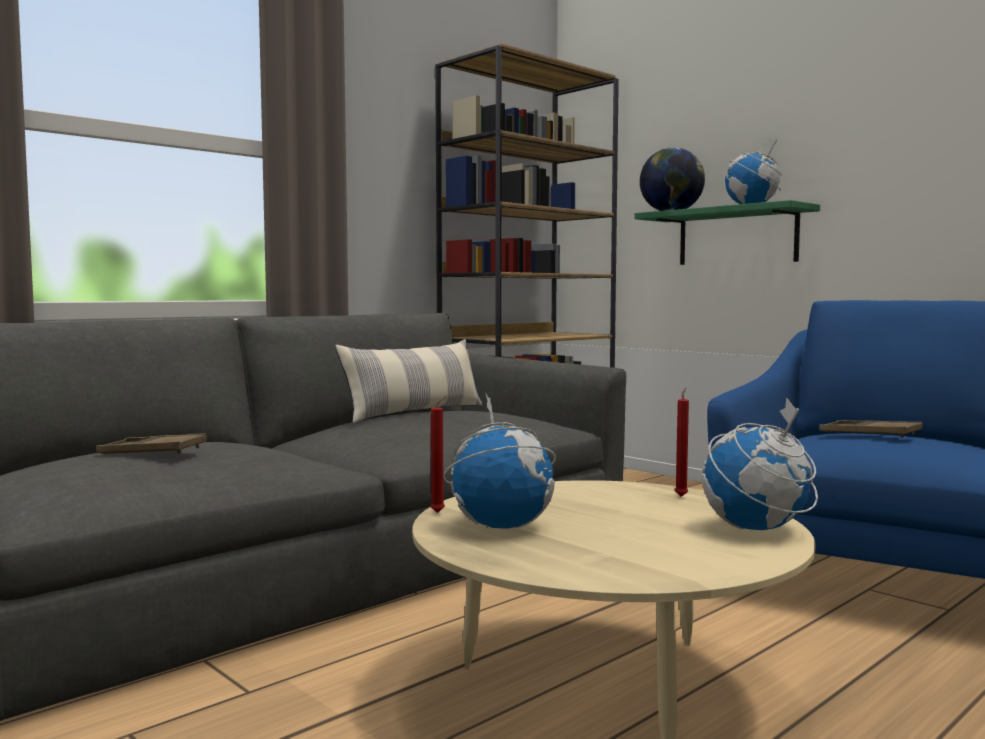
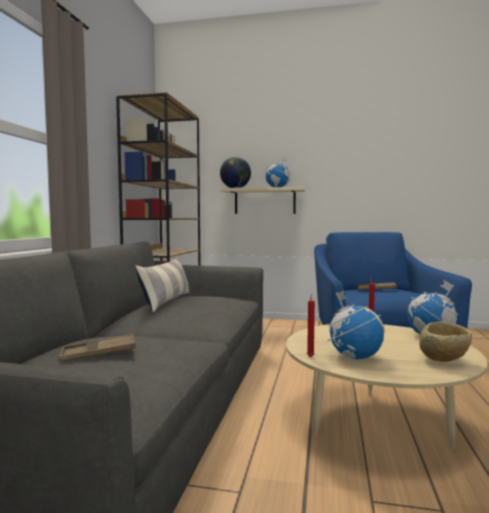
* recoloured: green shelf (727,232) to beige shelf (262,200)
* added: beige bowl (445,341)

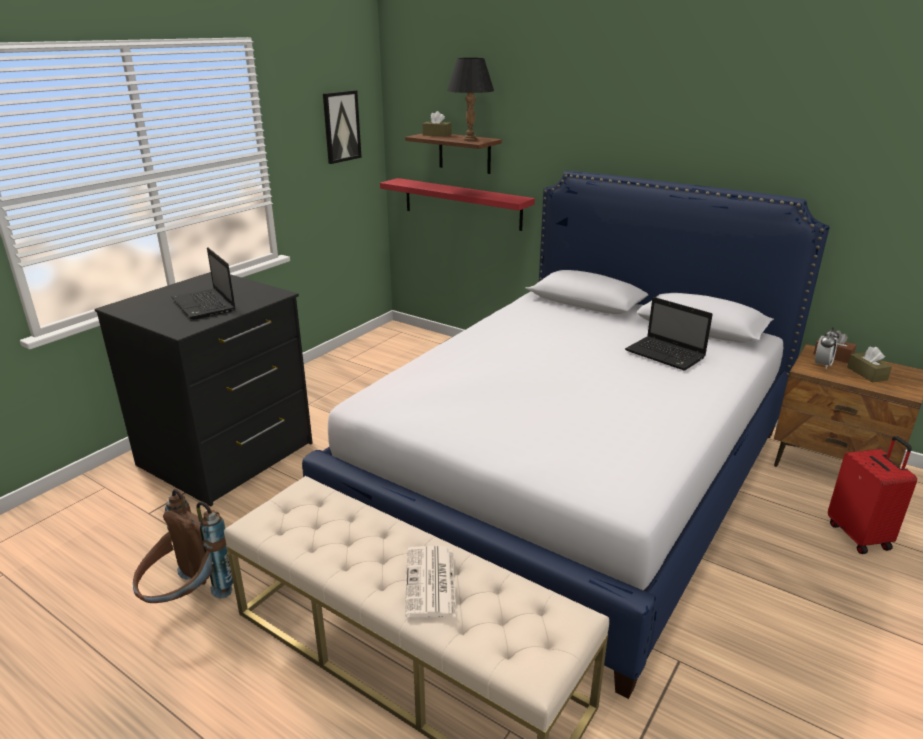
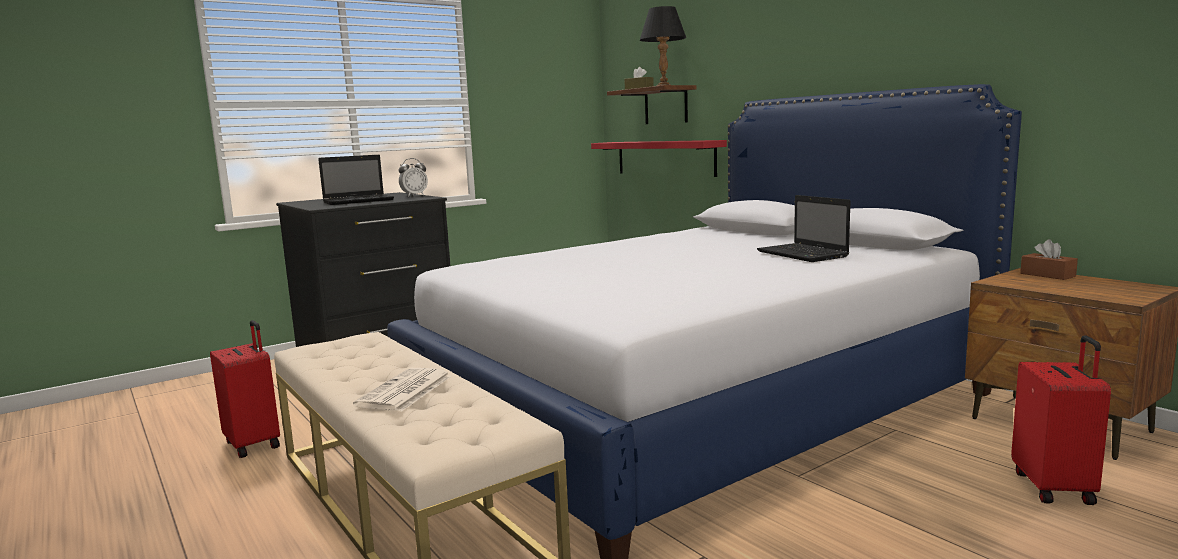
* replaced: brown backpack (183,546) to red suitcase (245,389)
* turned: laptop (203,283) = (356,180) 105 degrees counterclockwise
* removed: picture (342,127)
* moved: alarm clock (827,348) to (413,177)
* removed: brown tissue box (869,364)

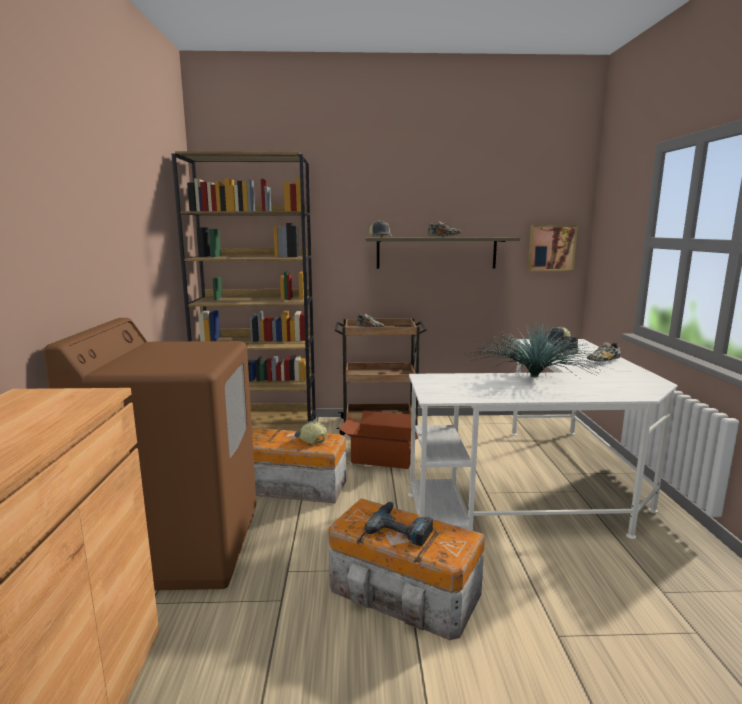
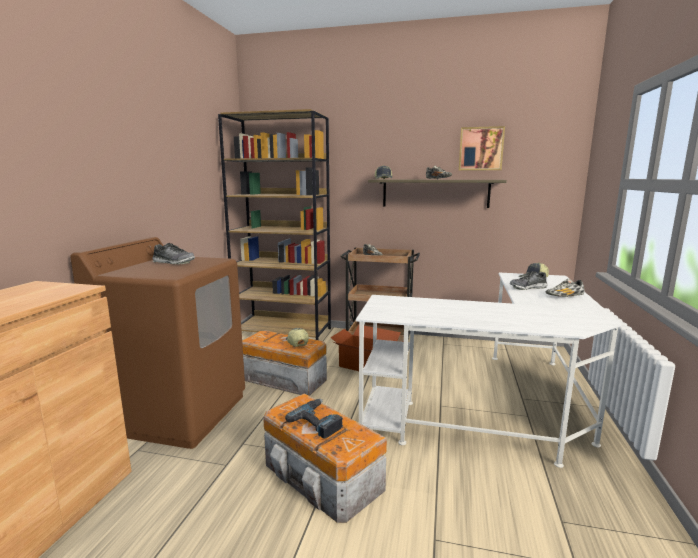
* removed: potted plant (539,349)
* moved: picture (553,248) to (482,148)
* added: shoe (173,253)

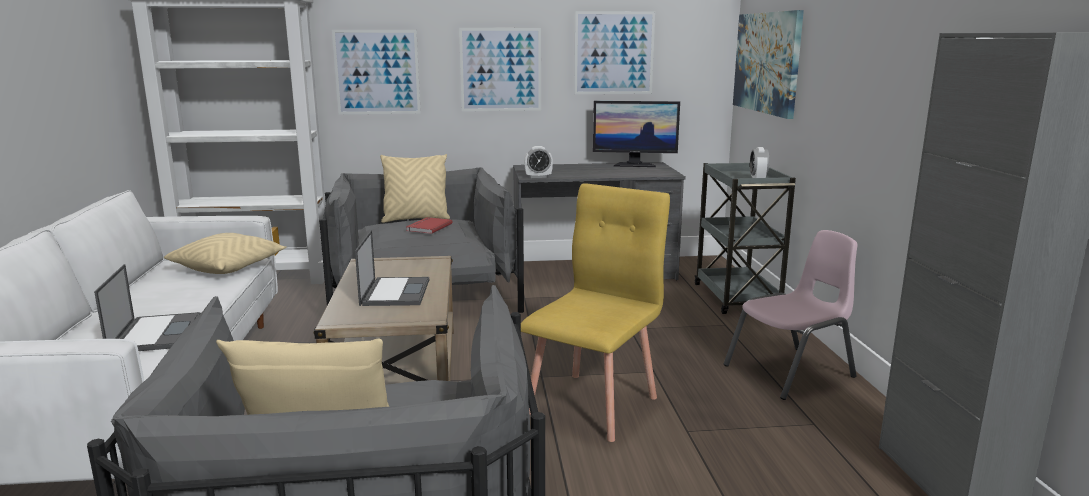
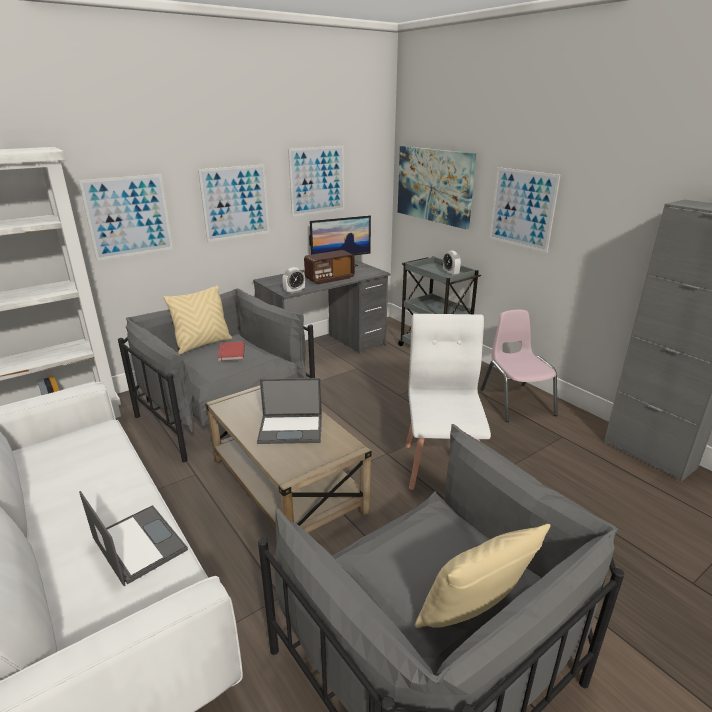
* removed: beige pillow (225,253)
* turned: laptop (392,268) = (289,411) 120 degrees clockwise
* recoloured: yellow chair (595,312) to white chair (448,402)
* turned: pink chair (790,315) = (519,366) 45 degrees counterclockwise
* added: radio (329,267)
* added: picture (525,210)

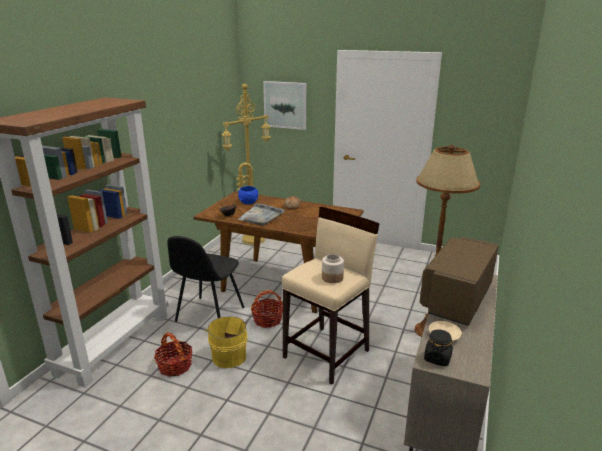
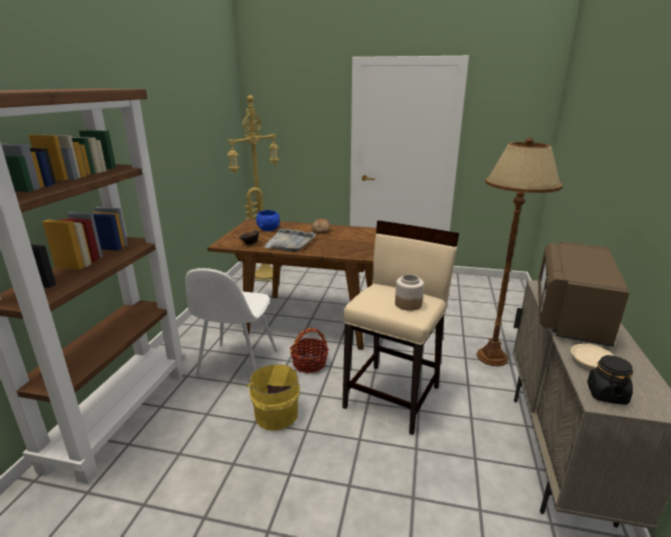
* removed: basket (173,354)
* recoloured: black chair (206,279) to white chair (231,323)
* removed: picture (284,105)

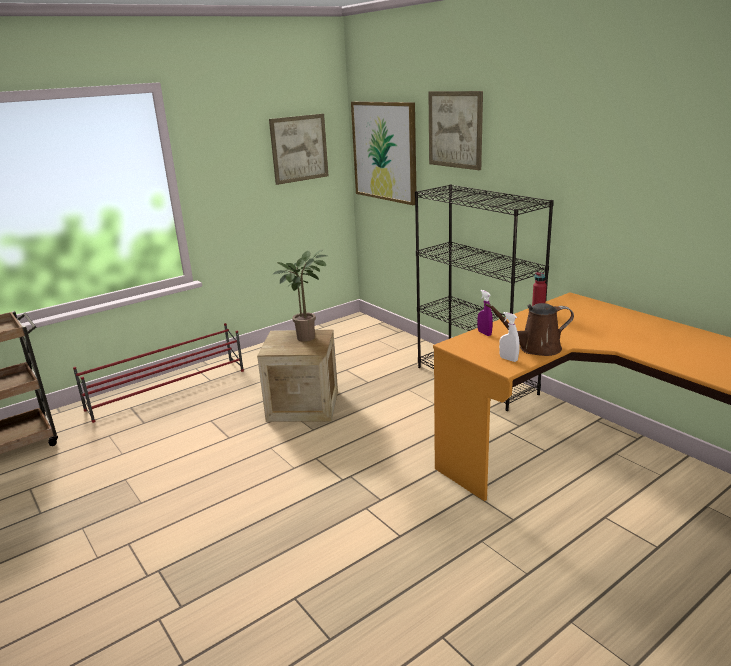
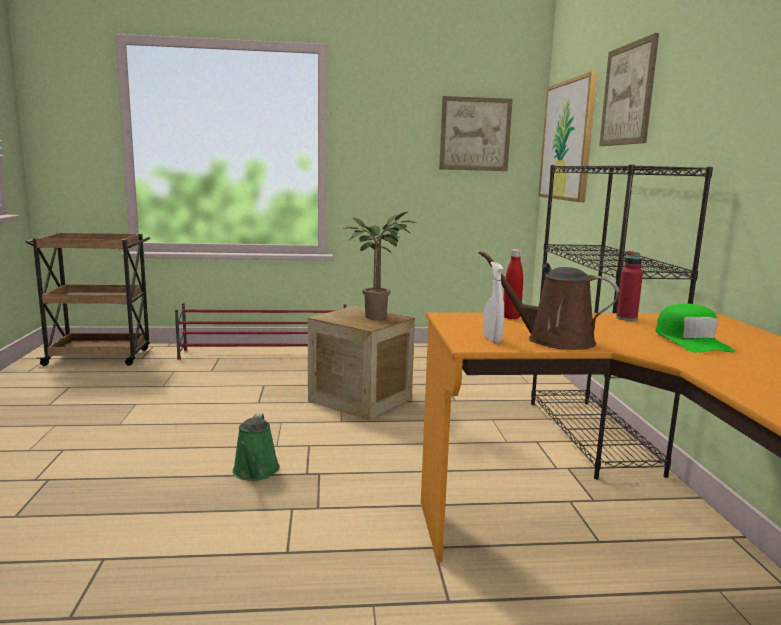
* replaced: purple spray bottle (485,313) to red bottle (513,284)
* added: green watering can (256,447)
* added: green cap (695,328)

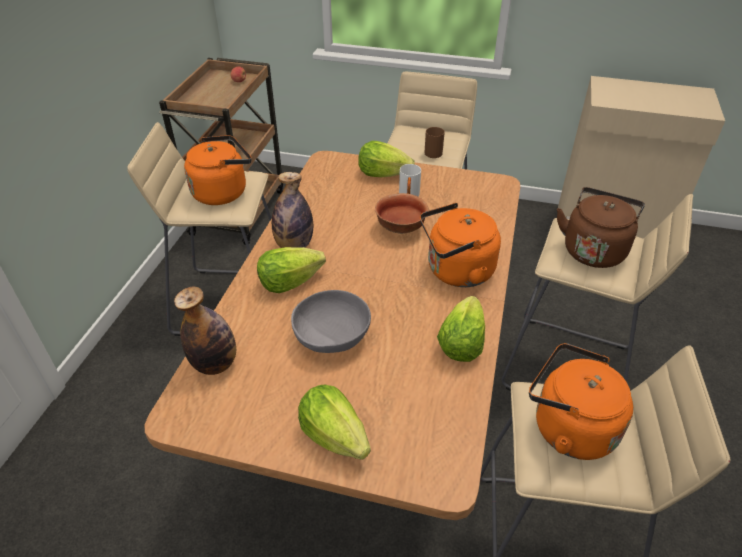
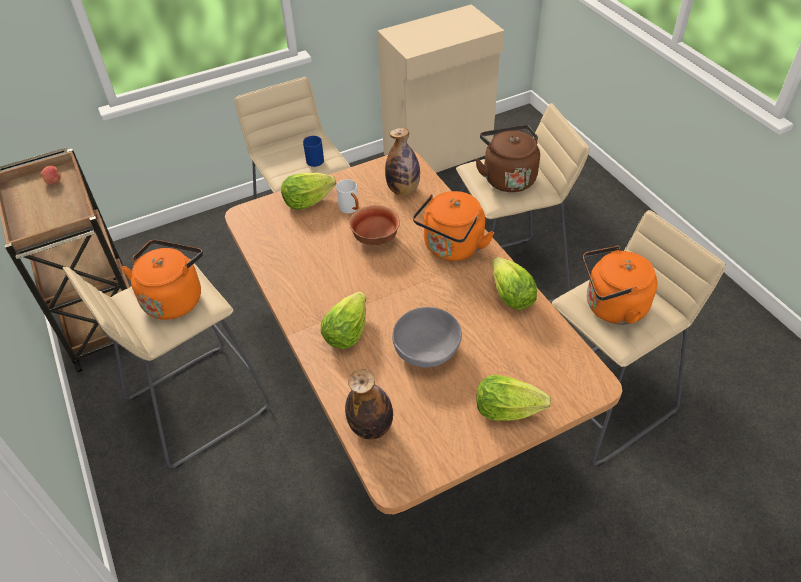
* moved: bottle (292,210) to (402,162)
* recoloured: brown mug (435,142) to blue mug (313,151)

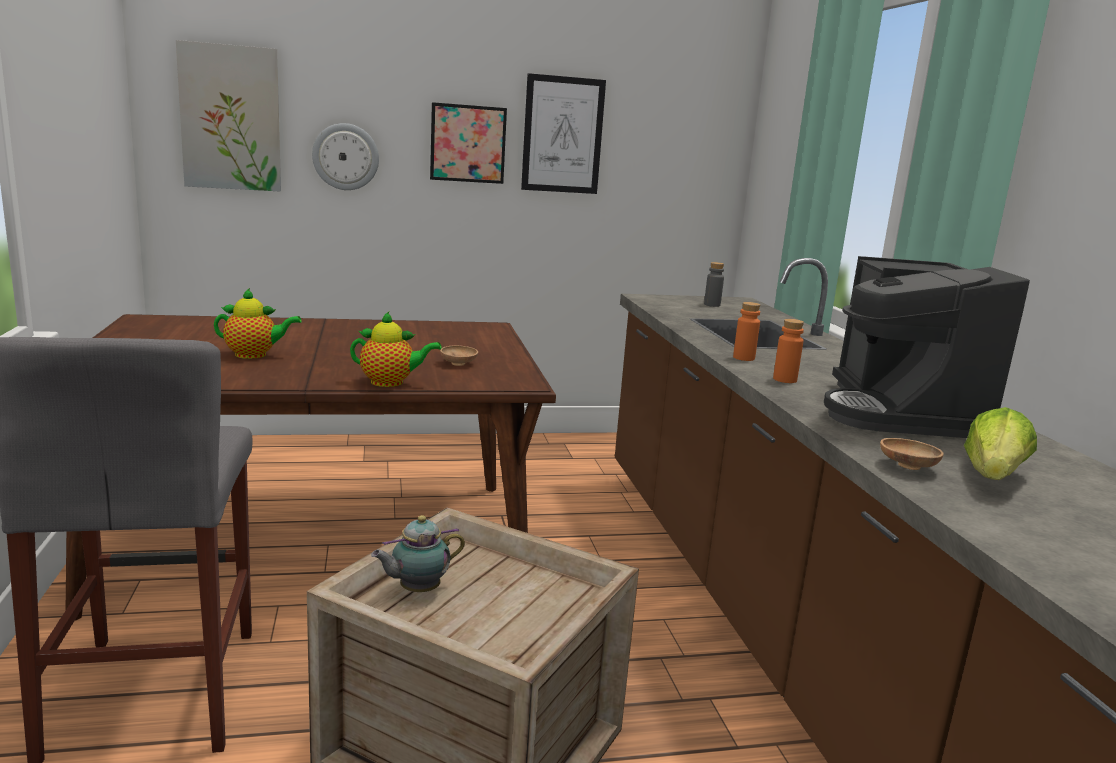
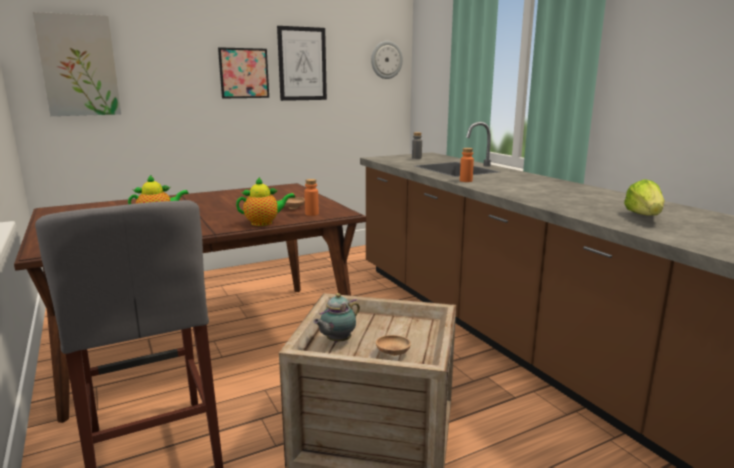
* moved: wall clock (345,156) to (387,60)
* moved: orange bottle (788,351) to (311,197)
* removed: coffee machine (927,347)
* moved: brown bowl (912,454) to (393,345)

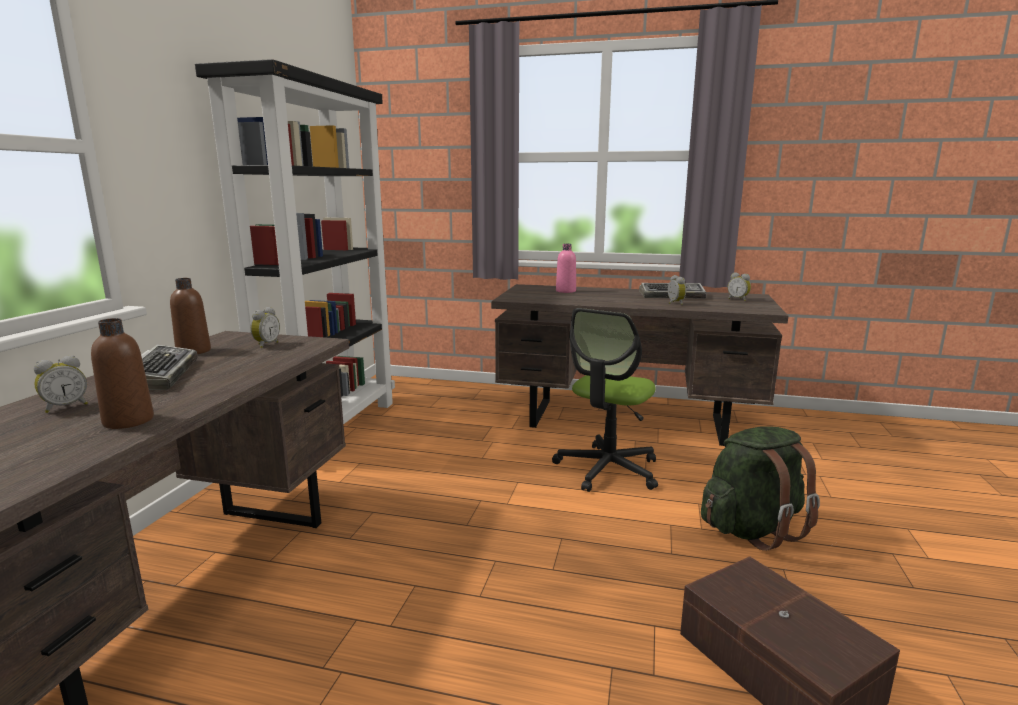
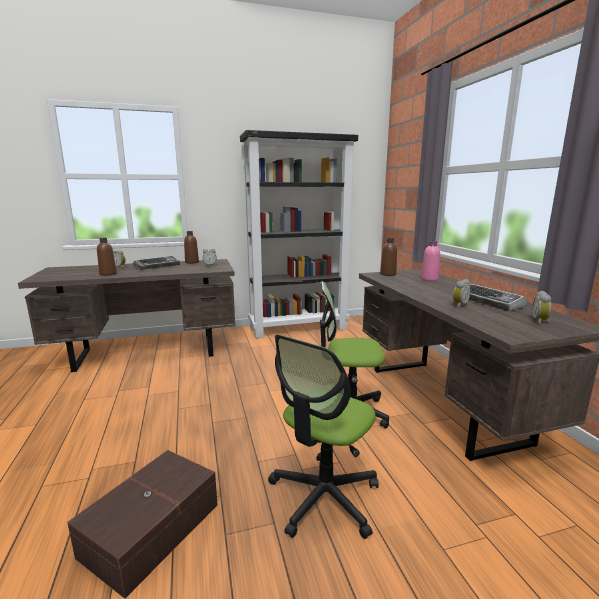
* replaced: green backpack (760,488) to office chair (323,436)
* added: brown bottle (388,257)

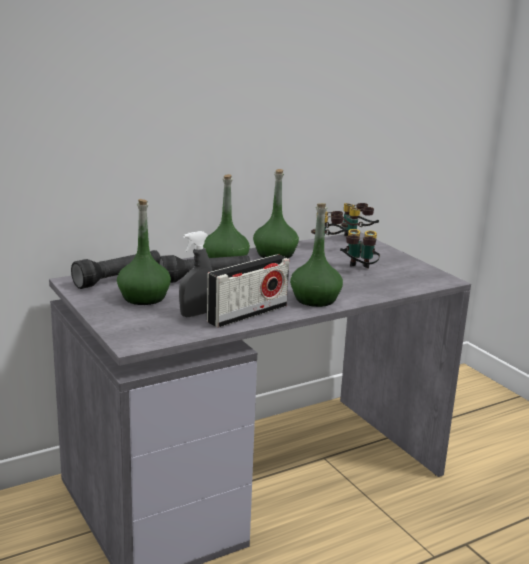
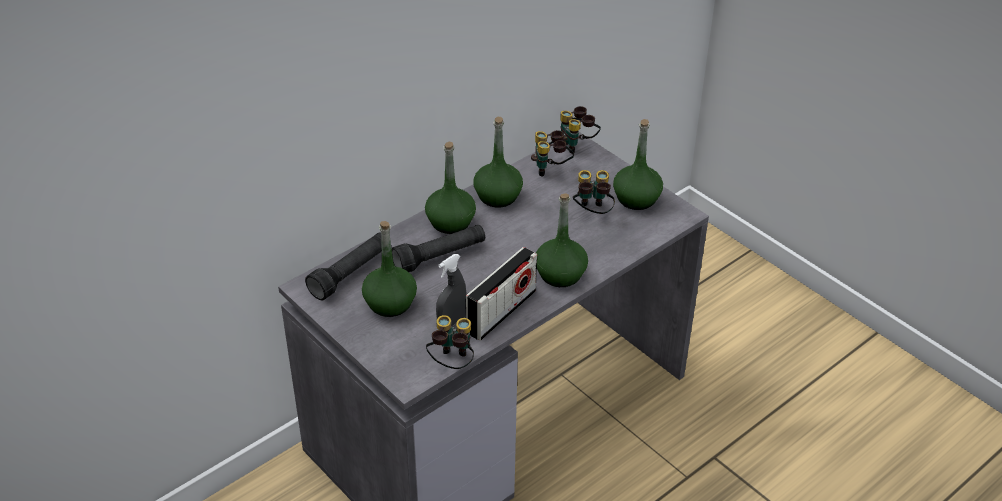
* added: binoculars (450,342)
* added: green bottle (638,164)

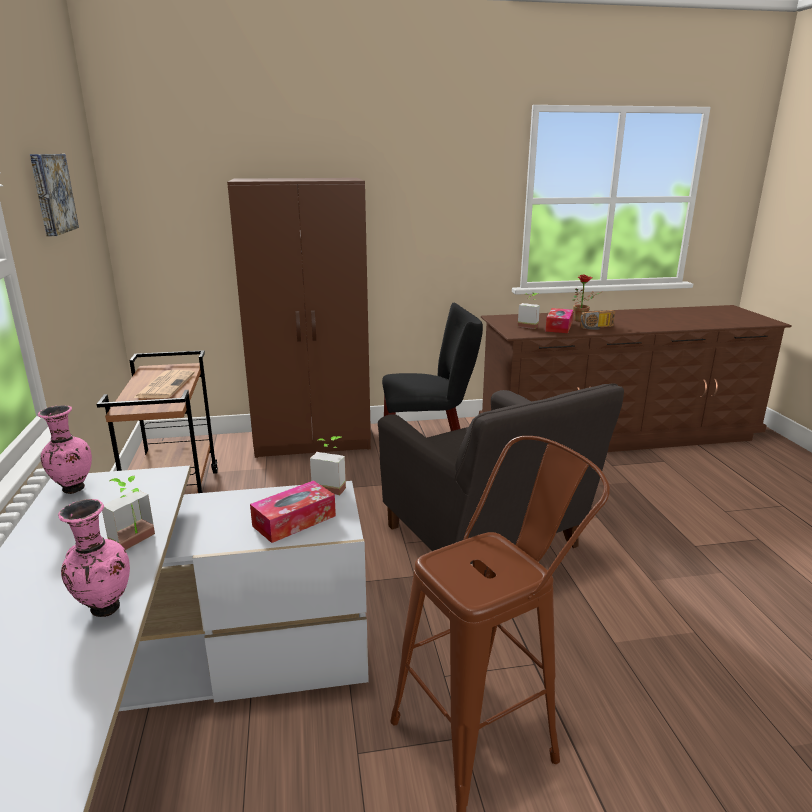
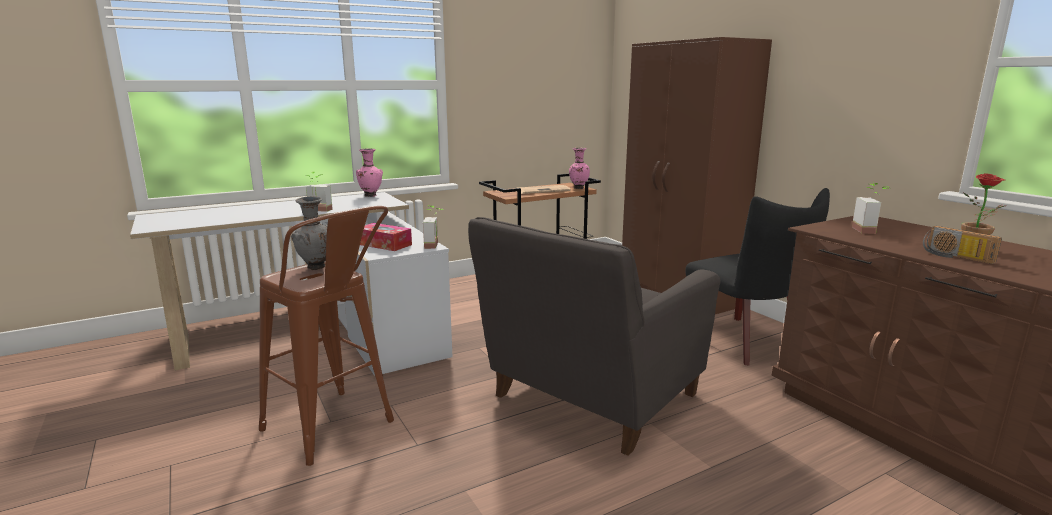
* removed: picture (54,195)
* moved: pink vase (94,558) to (579,168)
* removed: tissue box (559,320)
* added: grey vase (309,233)

